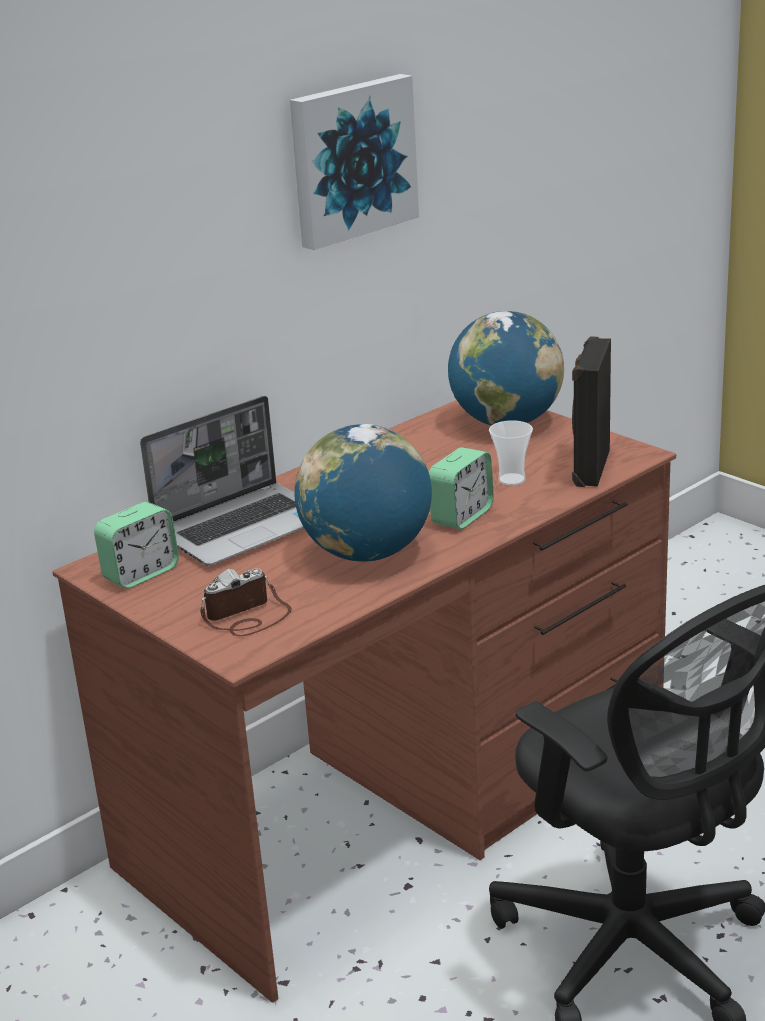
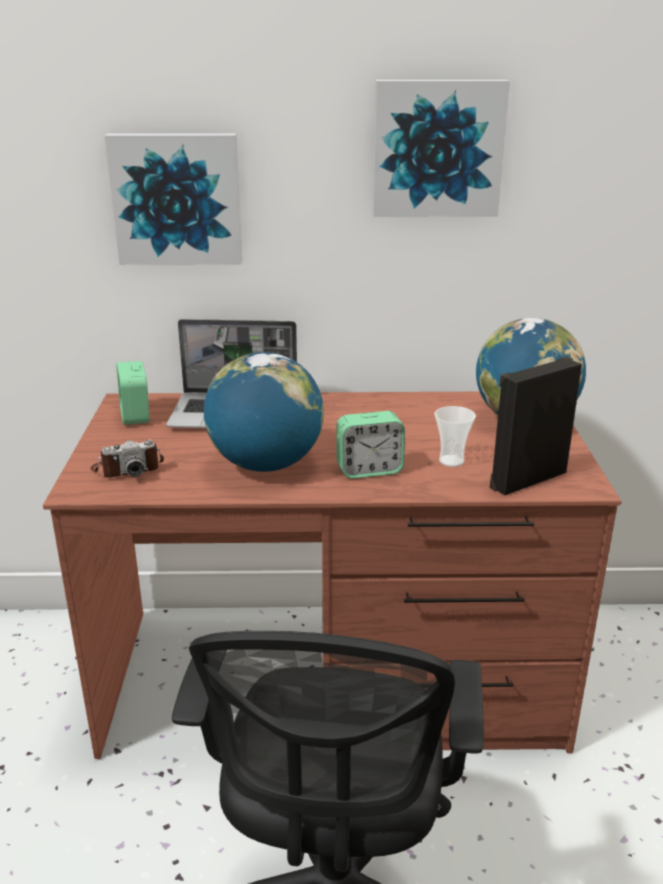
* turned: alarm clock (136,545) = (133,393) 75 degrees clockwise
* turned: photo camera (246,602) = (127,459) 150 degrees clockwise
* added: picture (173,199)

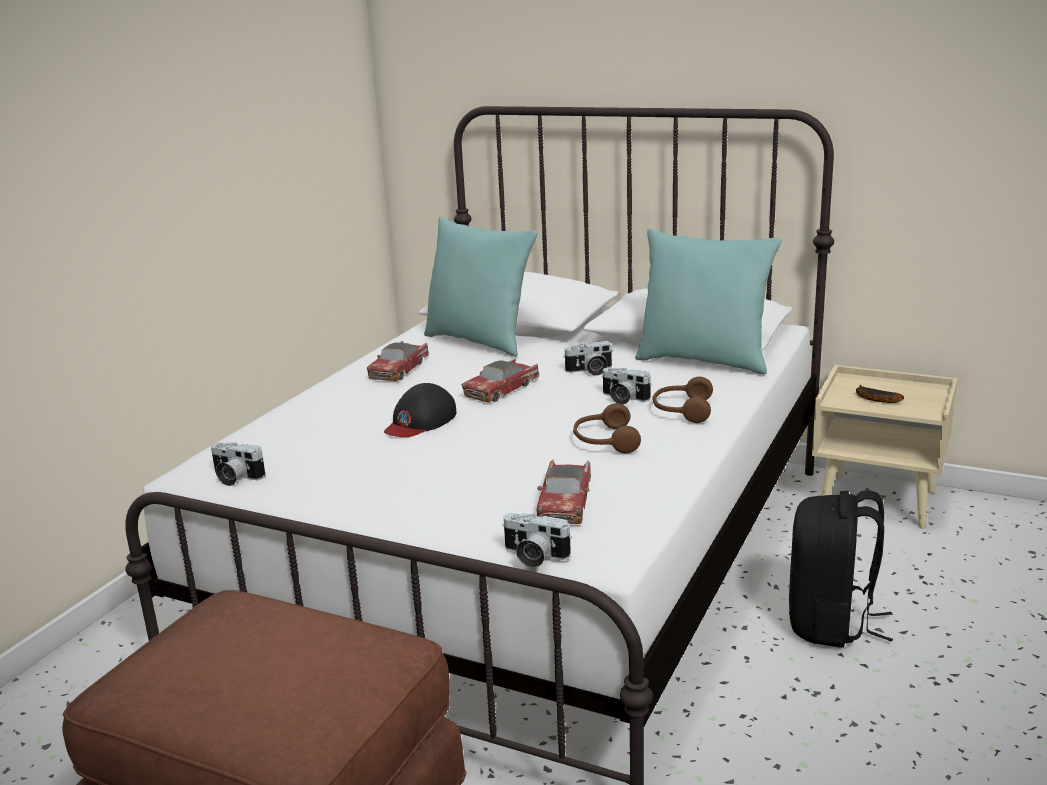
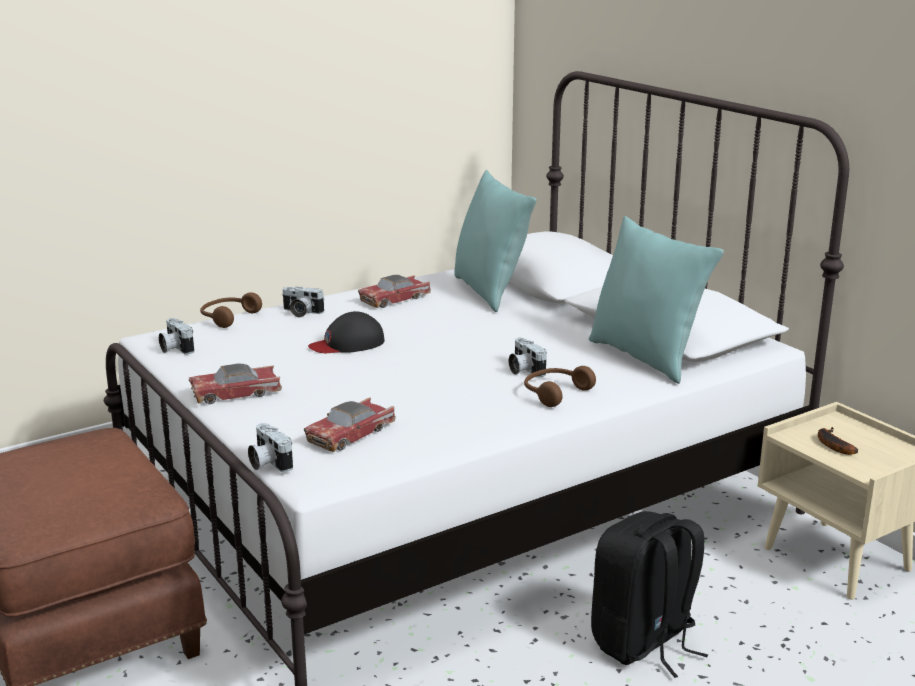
* moved: toy car (500,381) to (235,383)
* moved: photo camera (588,358) to (304,302)
* moved: brown headphones (607,428) to (231,310)

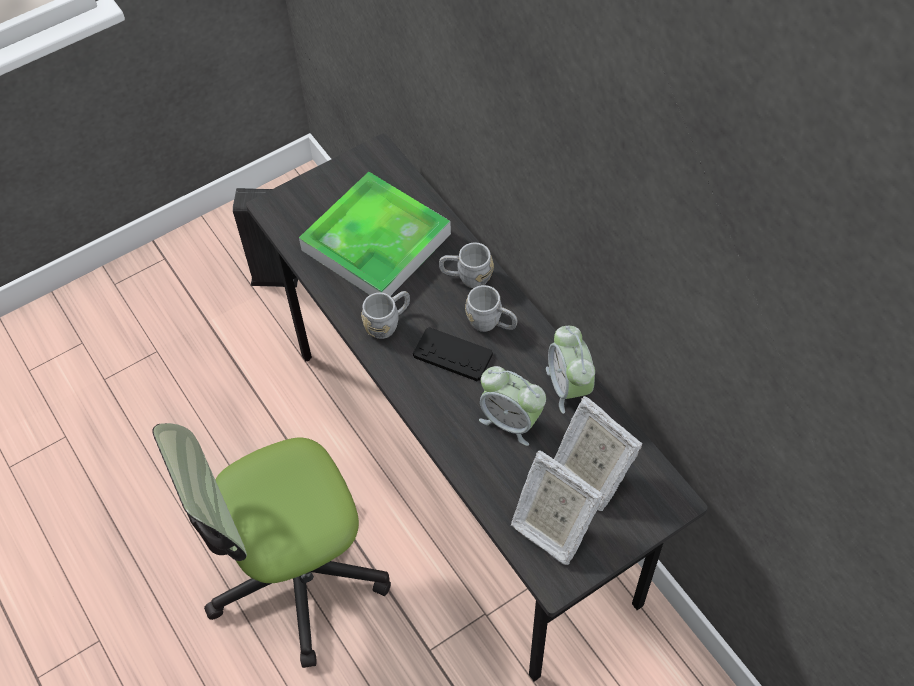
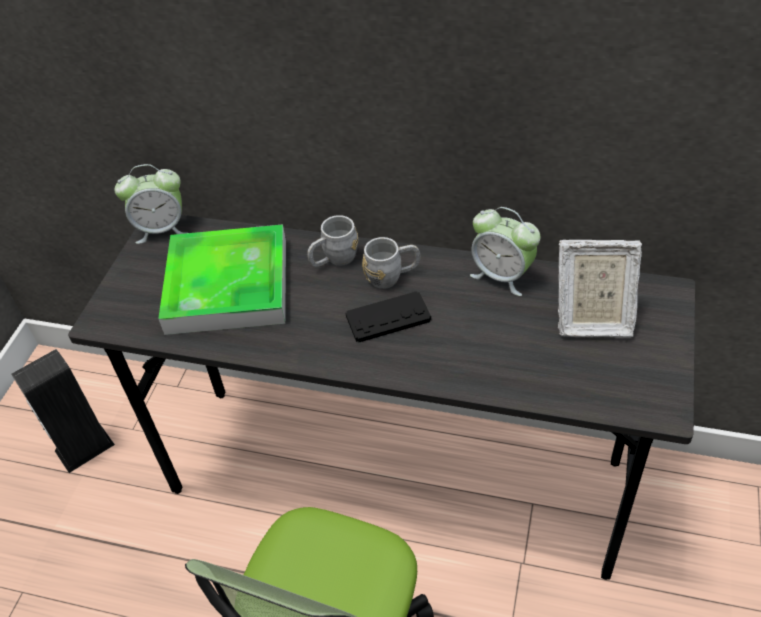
* removed: grey mug (385,315)
* moved: alarm clock (512,406) to (151,204)
* removed: picture frame (557,507)

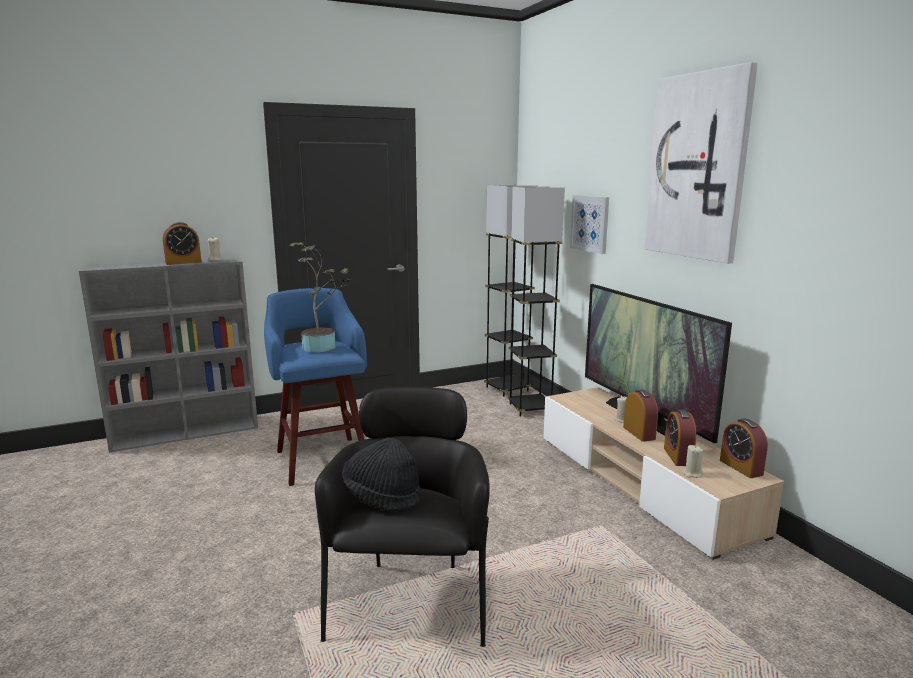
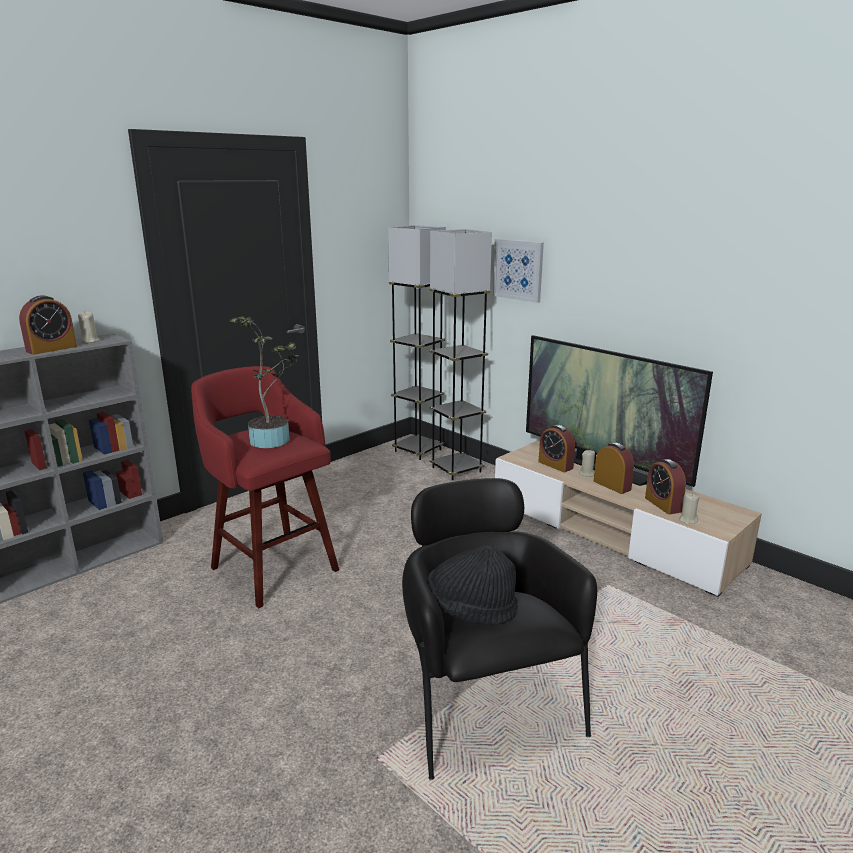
* recoloured: blue stool (315,387) to red stool (265,487)
* removed: picture (701,162)
* moved: alarm clock (744,448) to (557,448)

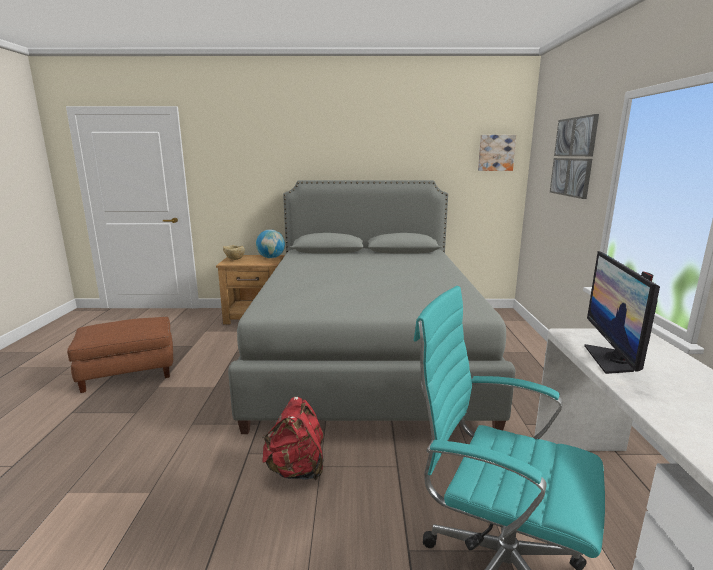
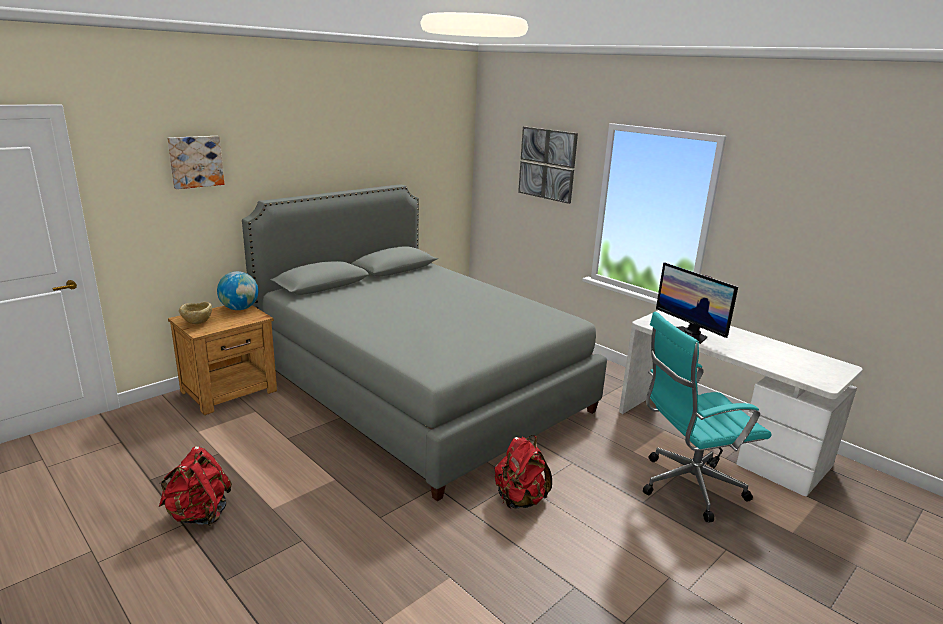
* replaced: brown ottoman (120,355) to red backpack (195,486)
* moved: picture (497,153) to (195,162)

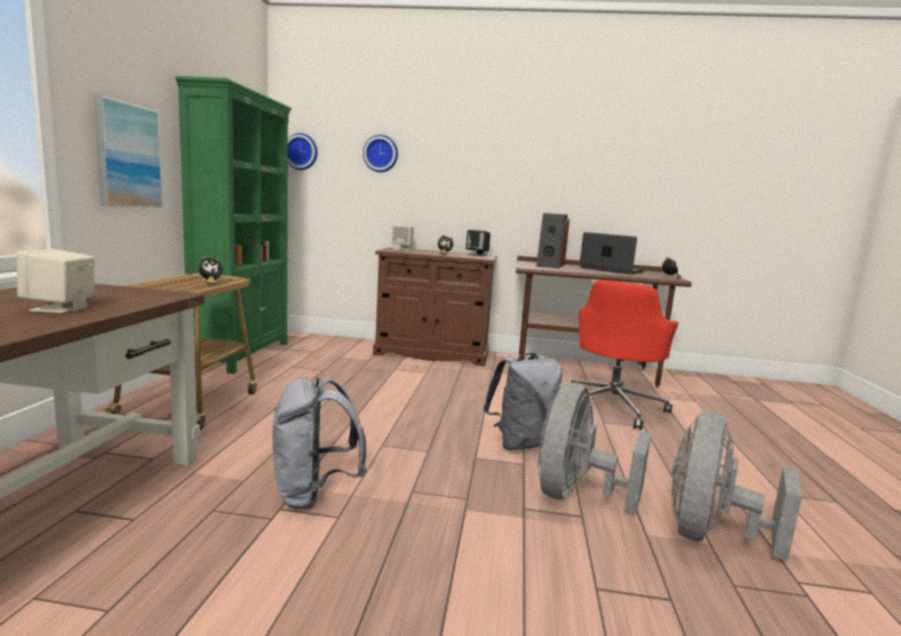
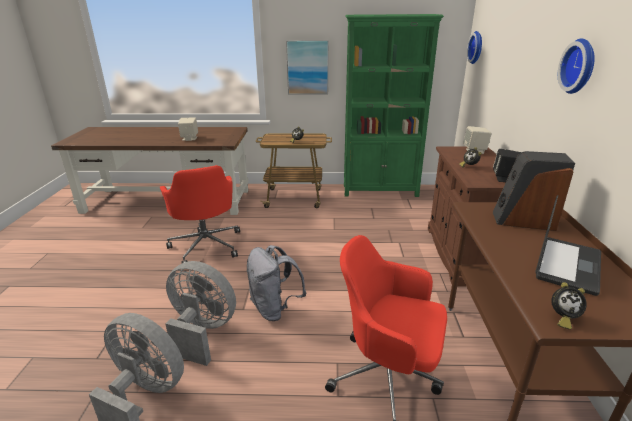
* replaced: grey backpack (319,443) to red office chair (200,214)
* moved: wall clock (380,153) to (576,66)

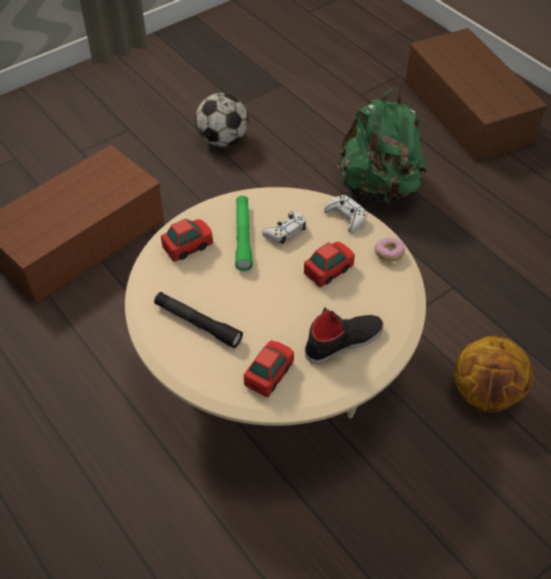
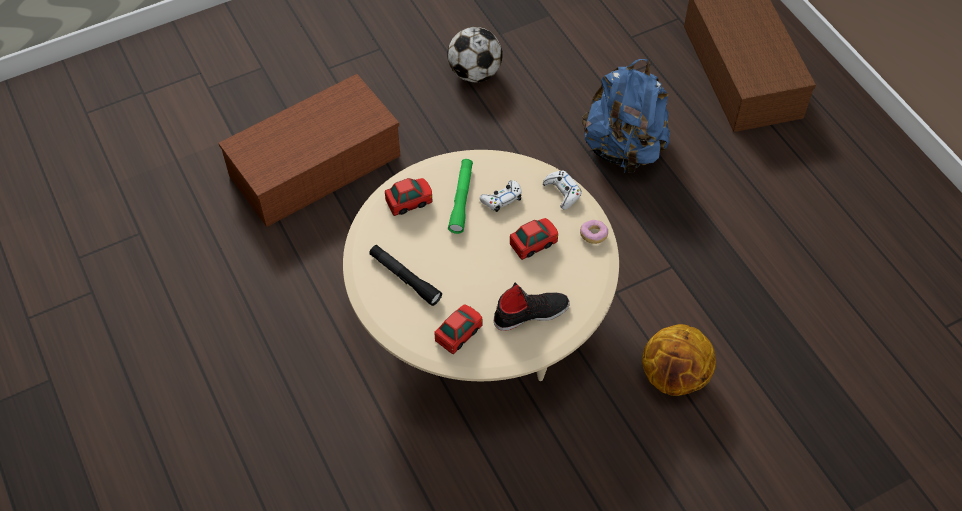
* recoloured: green backpack (381,148) to blue backpack (626,116)

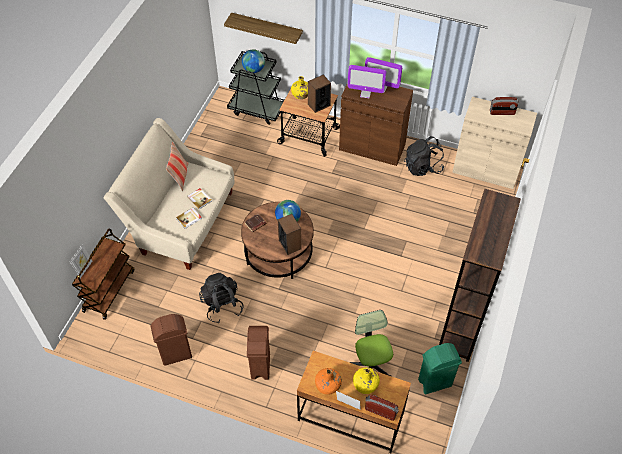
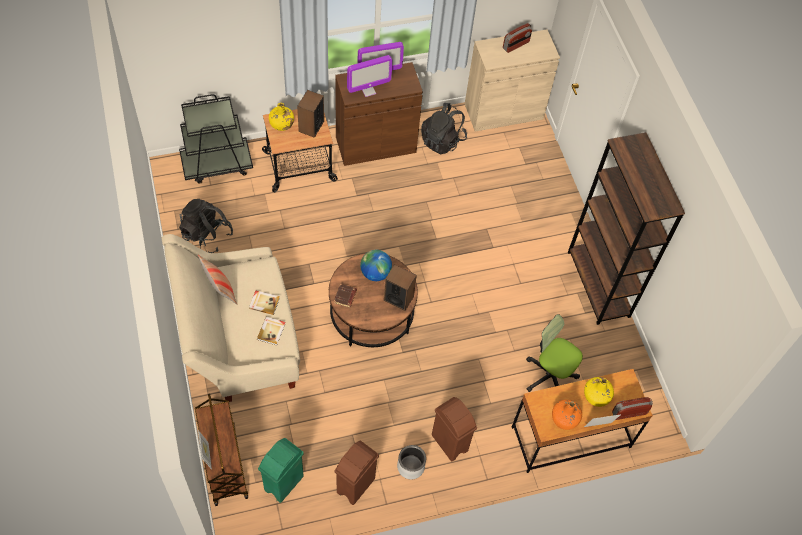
* moved: black backpack (221,298) to (206,226)
* removed: shelf (263,28)
* removed: globe (253,61)
* moved: green trash can (440,368) to (281,470)
* added: grey planter (411,462)

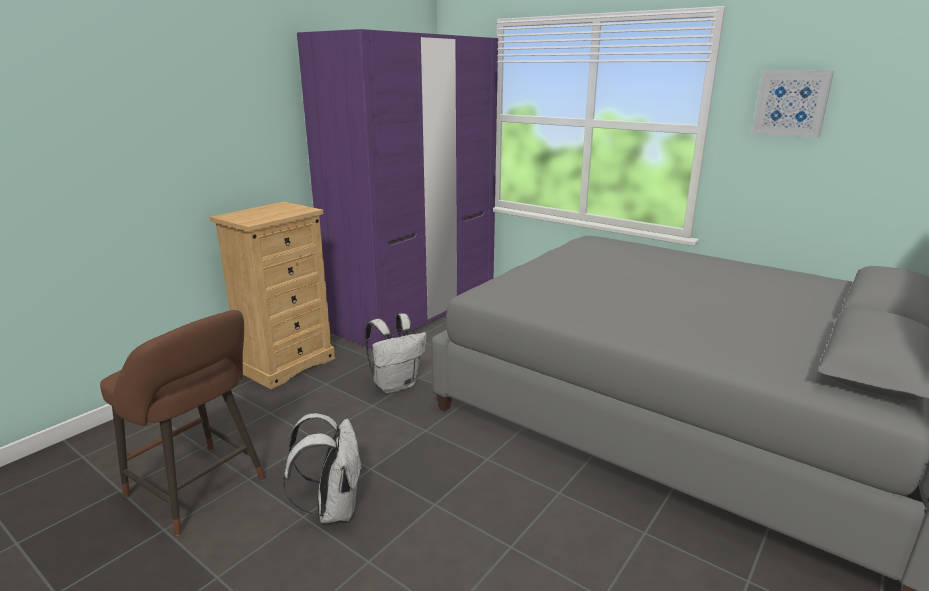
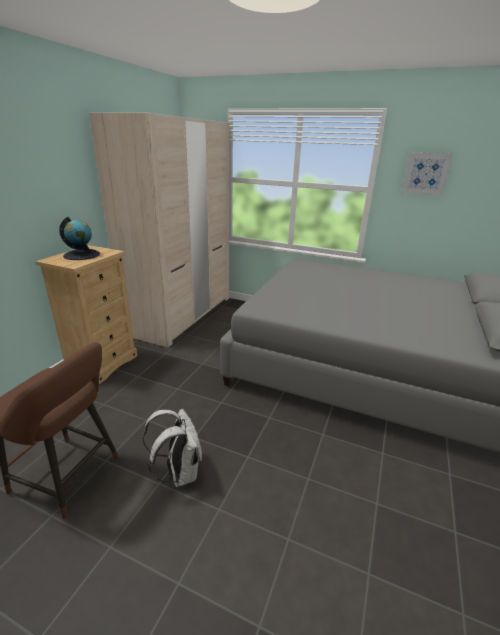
* recoloured: purple wardrobe (397,189) to beige wardrobe (159,230)
* removed: white backpack (396,353)
* added: globe (79,238)

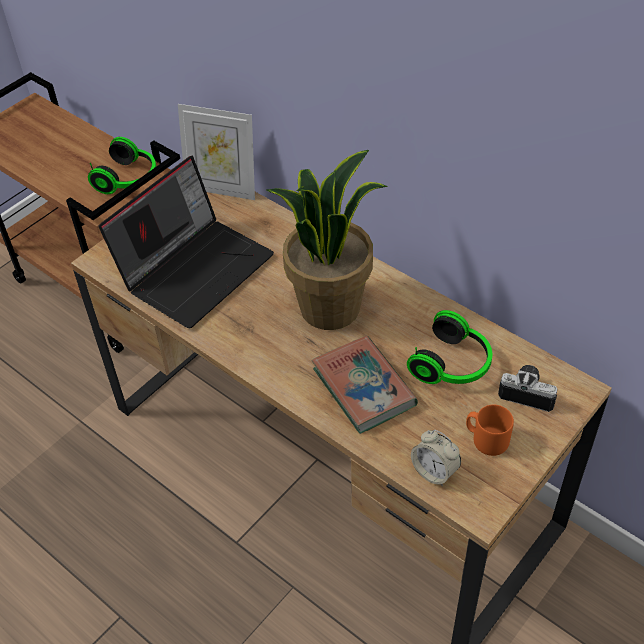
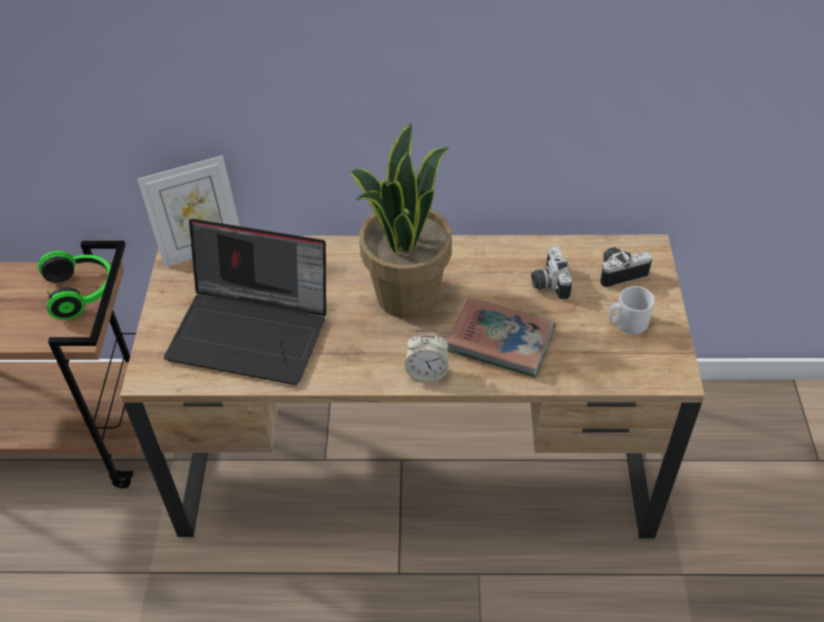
* turned: laptop (186,242) = (245,302) 105 degrees clockwise
* replaced: headphones (449,347) to photo camera (551,273)
* moved: alarm clock (436,458) to (426,357)
* recoloured: orange mug (490,430) to grey mug (631,310)

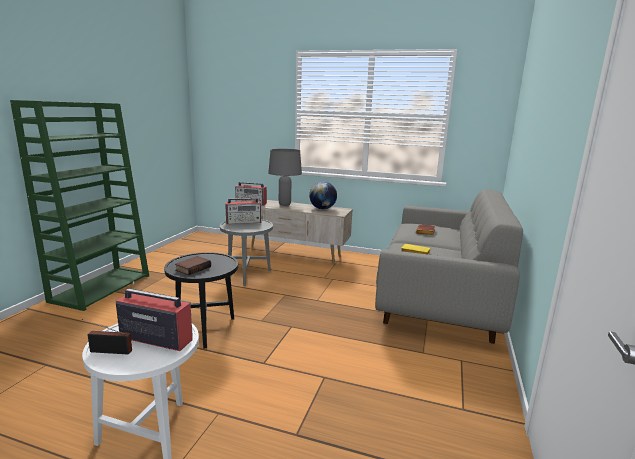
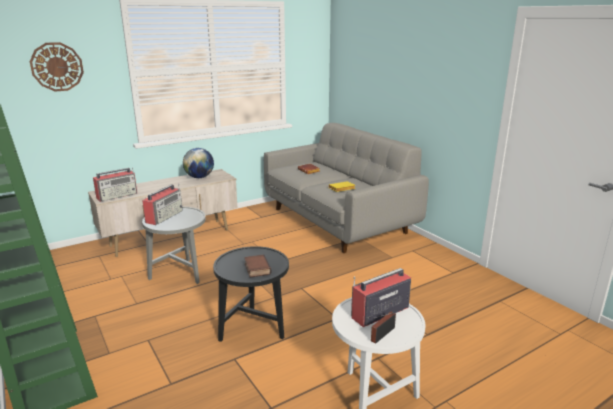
* removed: grey table lamp (285,177)
* added: wall clock (57,66)

